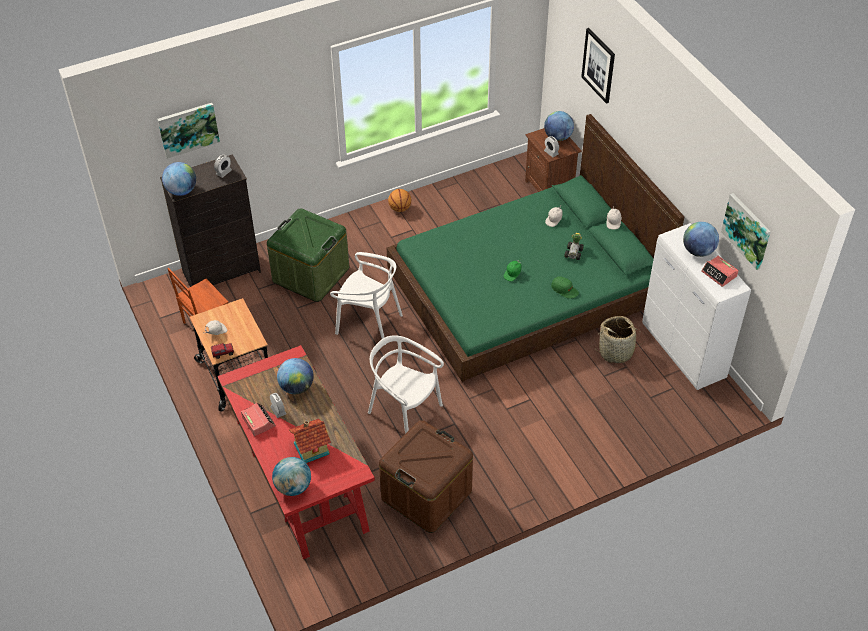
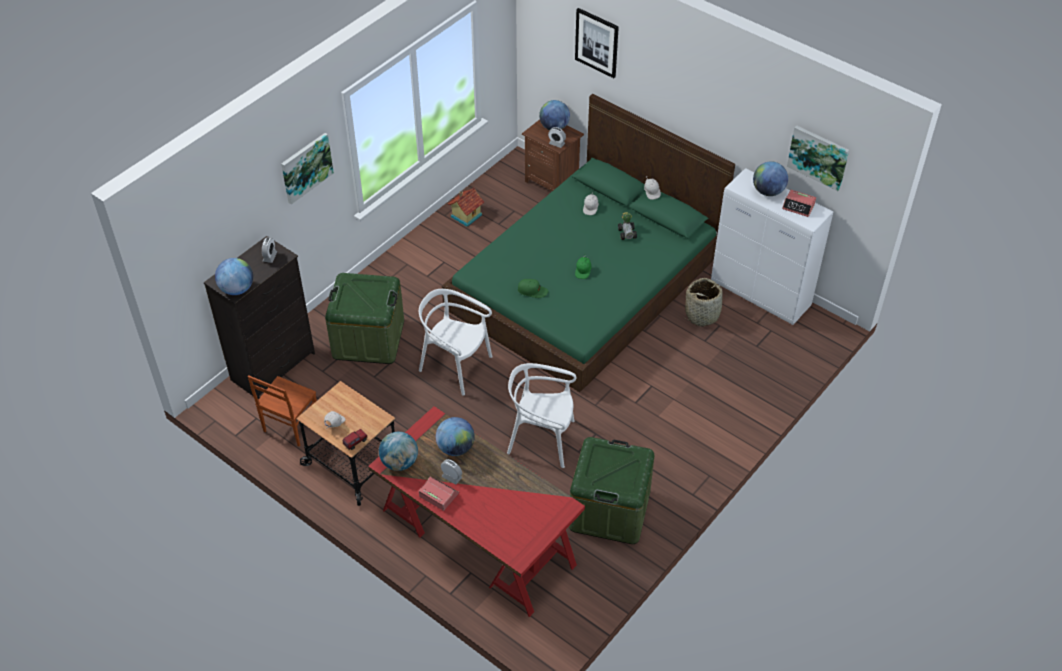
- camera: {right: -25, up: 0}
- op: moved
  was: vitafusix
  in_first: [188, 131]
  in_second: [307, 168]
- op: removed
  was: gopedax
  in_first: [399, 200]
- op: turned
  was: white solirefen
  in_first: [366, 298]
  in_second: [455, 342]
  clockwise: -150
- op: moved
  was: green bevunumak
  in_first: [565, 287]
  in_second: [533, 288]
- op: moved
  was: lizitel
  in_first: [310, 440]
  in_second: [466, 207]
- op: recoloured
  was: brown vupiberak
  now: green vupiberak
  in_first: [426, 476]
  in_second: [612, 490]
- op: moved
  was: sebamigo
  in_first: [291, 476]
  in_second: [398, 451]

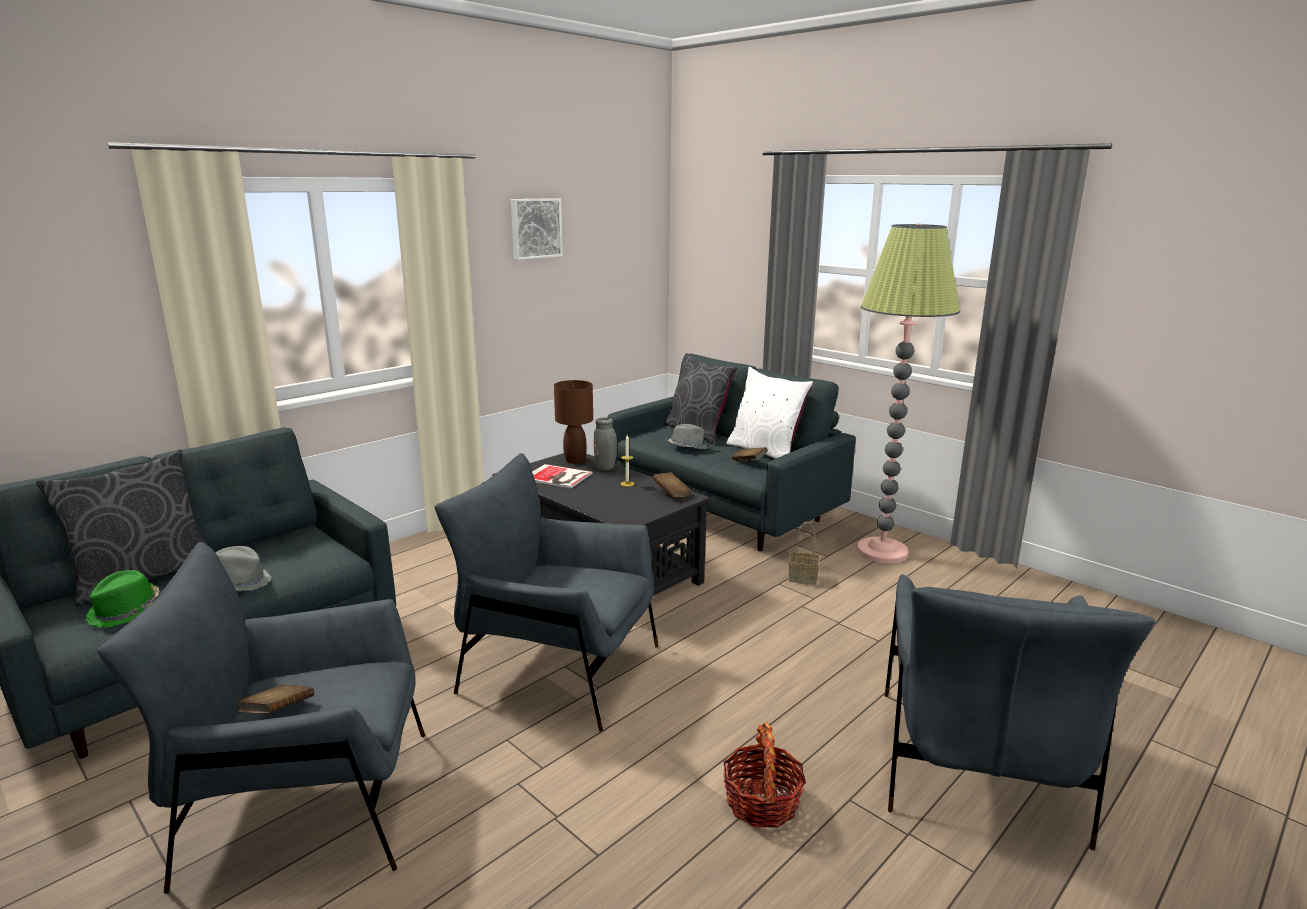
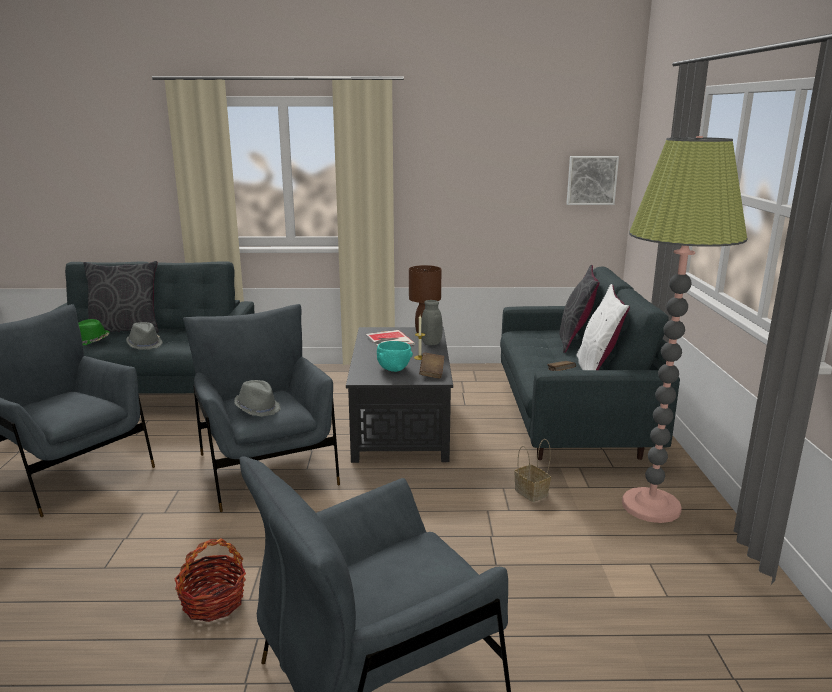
- camera: {right: 45, up: 0}
- op: moved
  was: vitafusix
  in_first: [537, 229]
  in_second: [593, 180]
- op: moved
  was: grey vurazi
  in_first: [688, 436]
  in_second: [257, 398]
- op: removed
  was: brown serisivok
  in_first: [275, 698]
- op: added
  now: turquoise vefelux
  in_second: [395, 356]

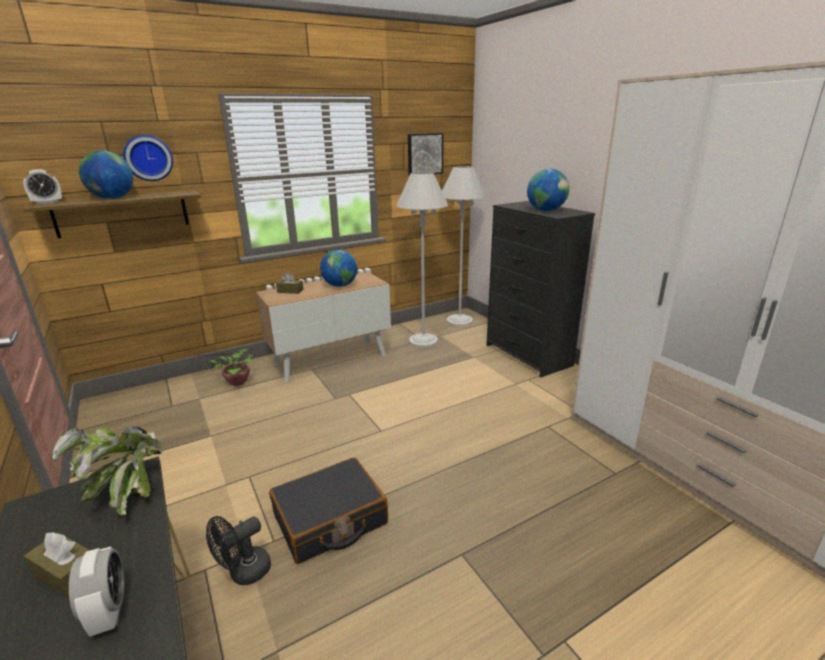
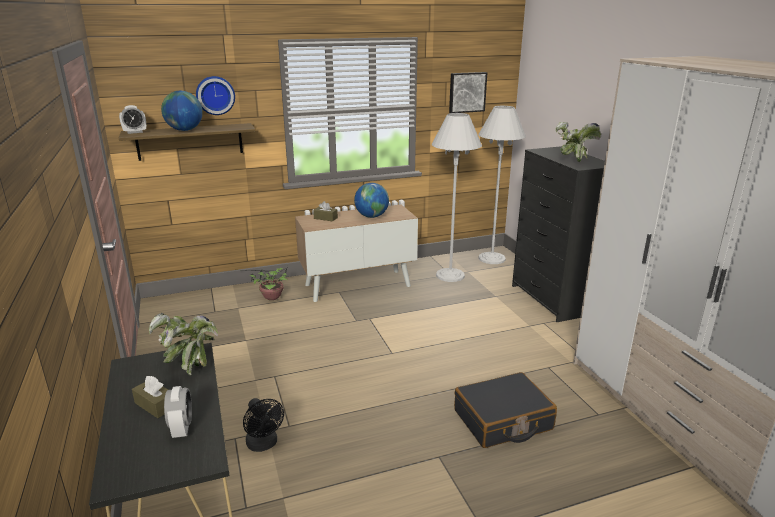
- camera: {right: 10, up: 0}
- op: replaced
  was: sebamigo
  now: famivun
  in_first: [548, 190]
  in_second: [578, 142]
- op: moved
  was: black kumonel
  in_first: [328, 510]
  in_second: [505, 410]
- op: turned
  was: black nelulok
  in_first: [238, 550]
  in_second: [263, 425]
  clockwise: -90

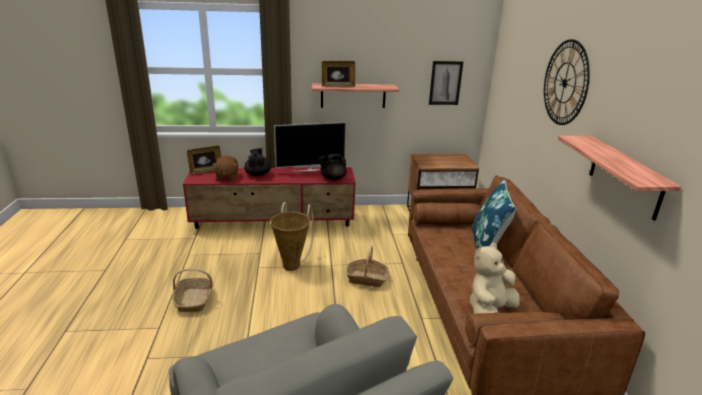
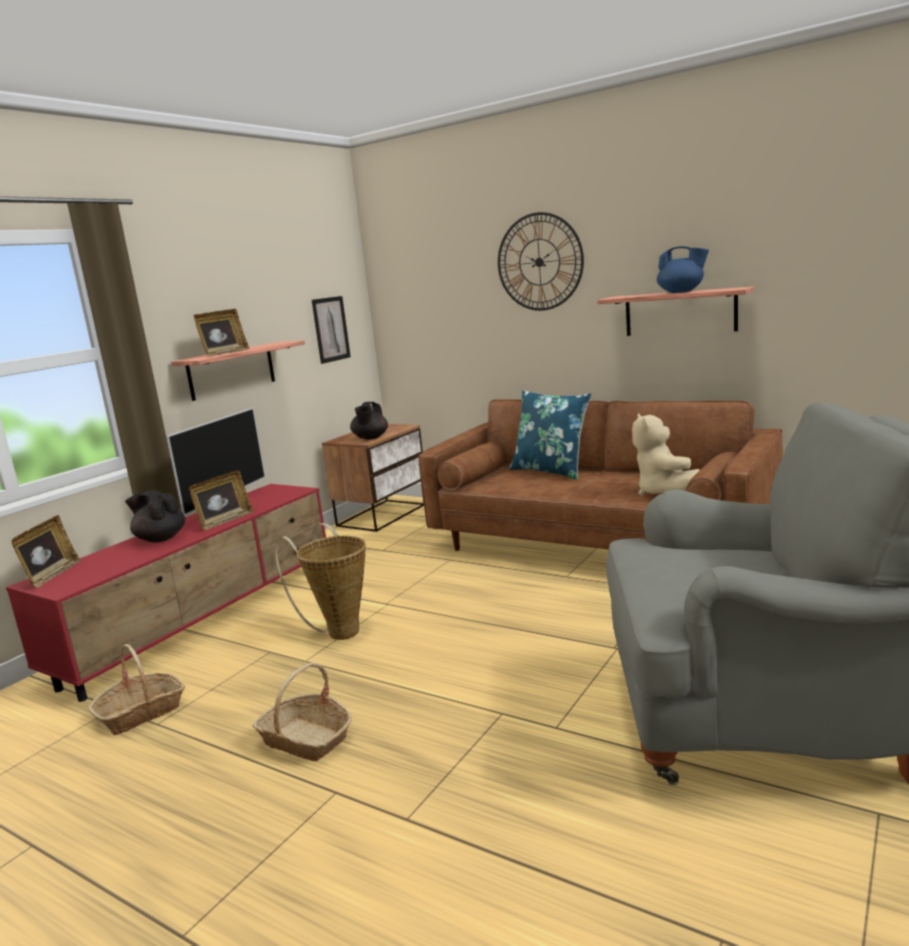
- camera: {right: -50, up: -10}
- op: moved
  was: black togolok
  in_first: [333, 166]
  in_second: [369, 421]
- op: removed
  was: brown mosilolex
  in_first: [225, 168]
- op: moved
  was: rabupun
  in_first: [367, 266]
  in_second: [137, 689]
- op: added
  now: blue togolok
  in_second: [683, 269]
- op: added
  now: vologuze
  in_second: [221, 500]

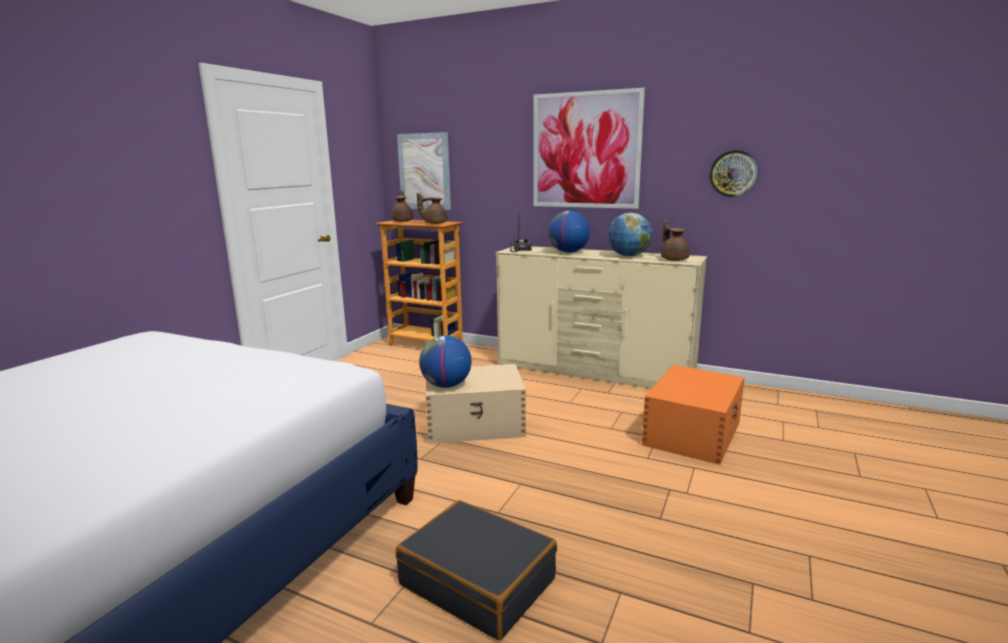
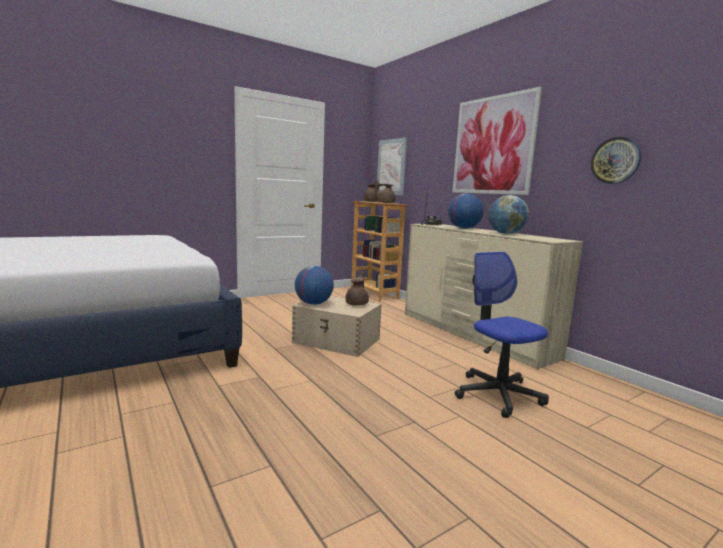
- camera: {right: 30, up: -5}
- op: moved
  was: brown togolok
  in_first: [675, 240]
  in_second: [357, 288]
- op: replaced
  was: orange vupiberak
  now: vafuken
  in_first: [693, 415]
  in_second: [502, 334]
- op: removed
  was: black kumonel
  in_first: [476, 570]

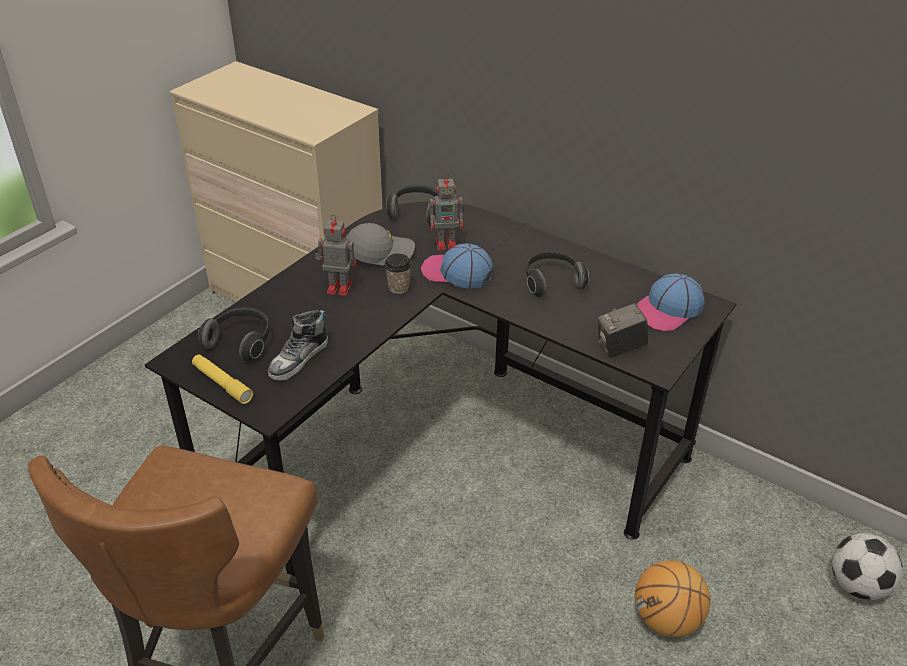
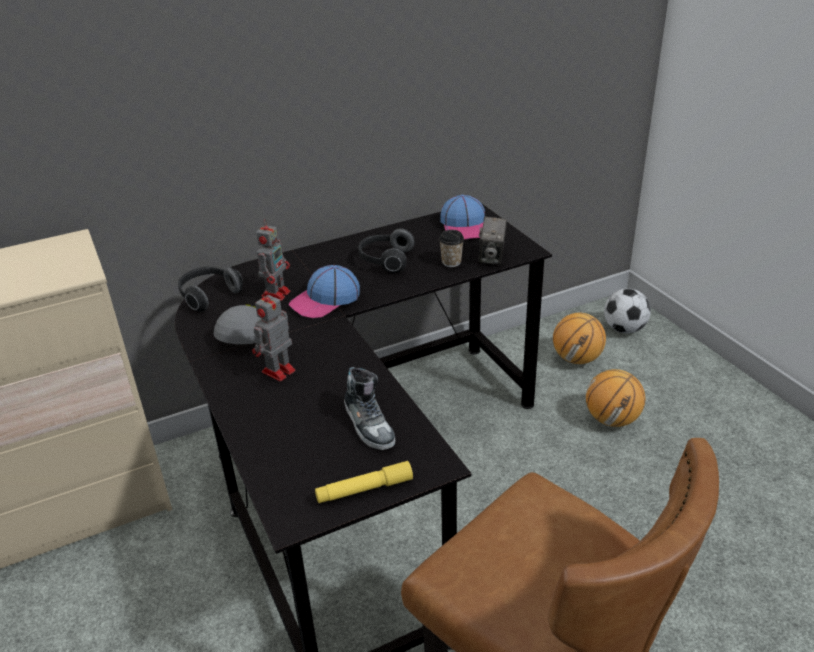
- camera: {right: -60, up: -5}
- op: moved
  was: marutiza
  in_first: [398, 273]
  in_second: [451, 248]
- op: removed
  was: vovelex
  in_first: [234, 334]
- op: added
  now: gopedax
  in_second: [579, 338]

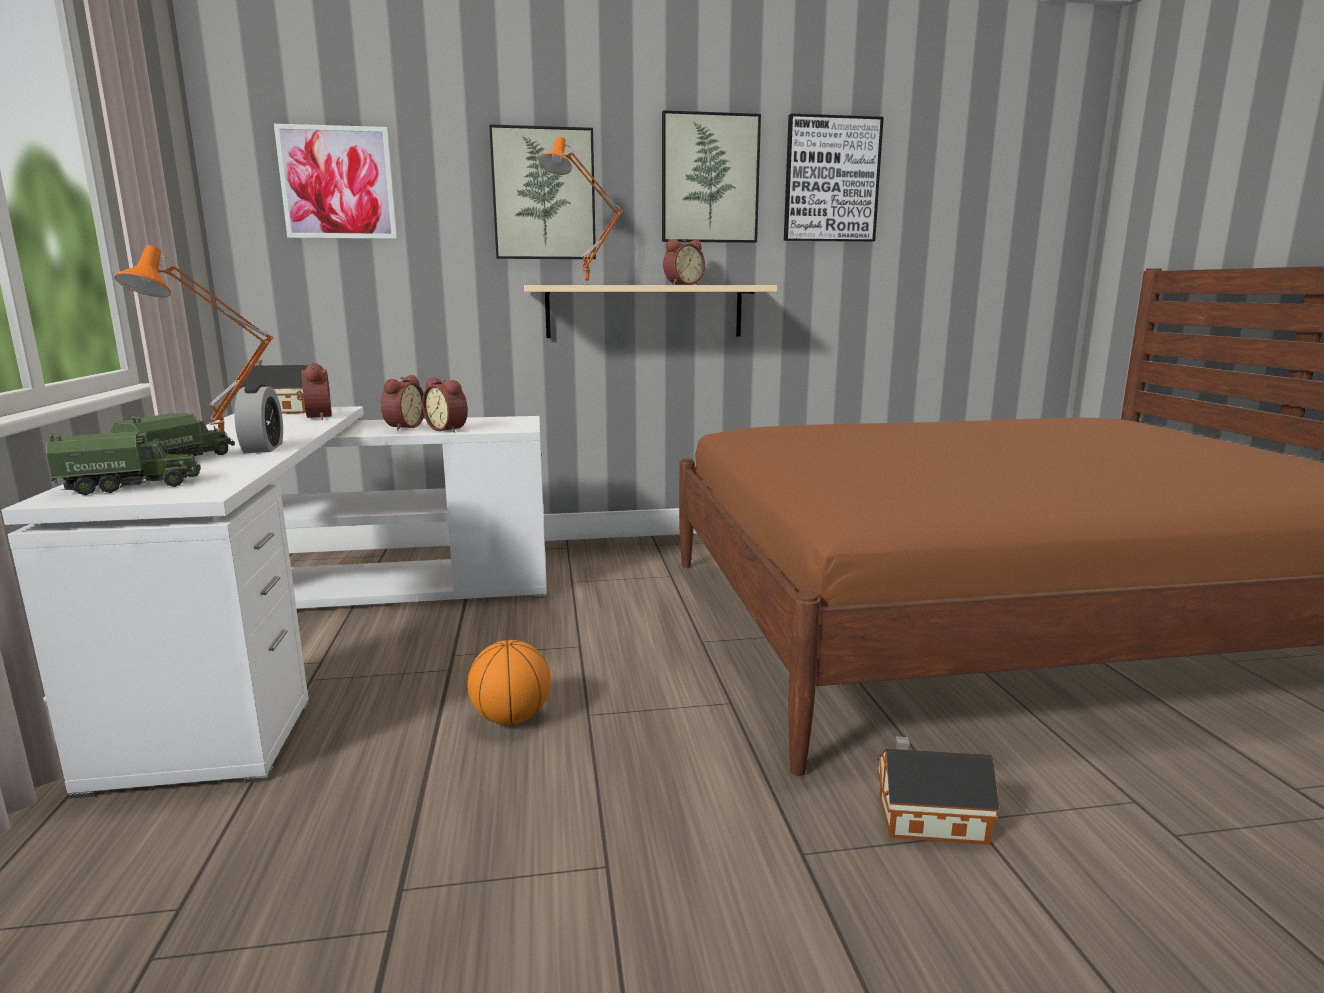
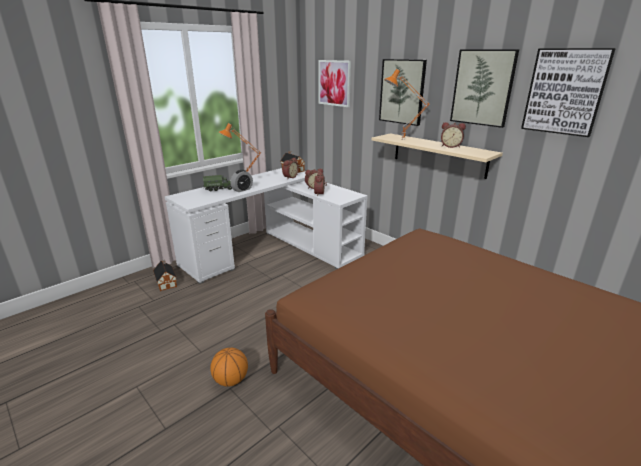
- camera: {right: 55, up: 10}
- op: removed
  was: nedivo
  in_first: [123, 463]
- op: moved
  was: gopedax
  in_first: [509, 682]
  in_second: [229, 367]
- op: moved
  was: lizitel
  in_first: [938, 791]
  in_second: [165, 275]

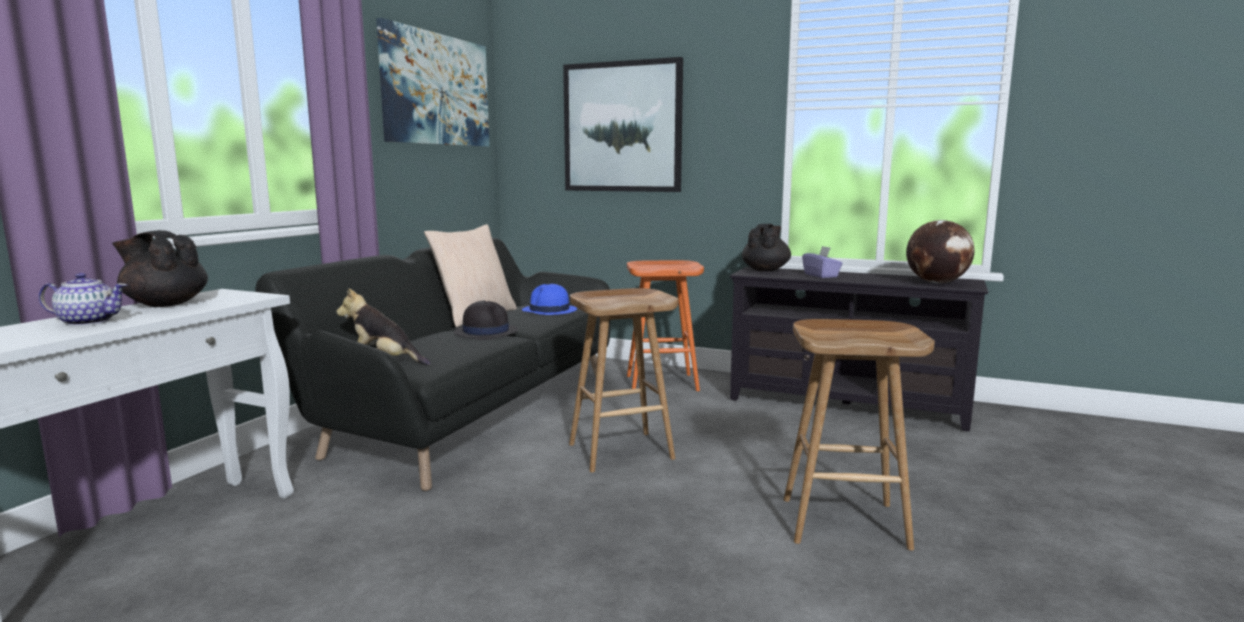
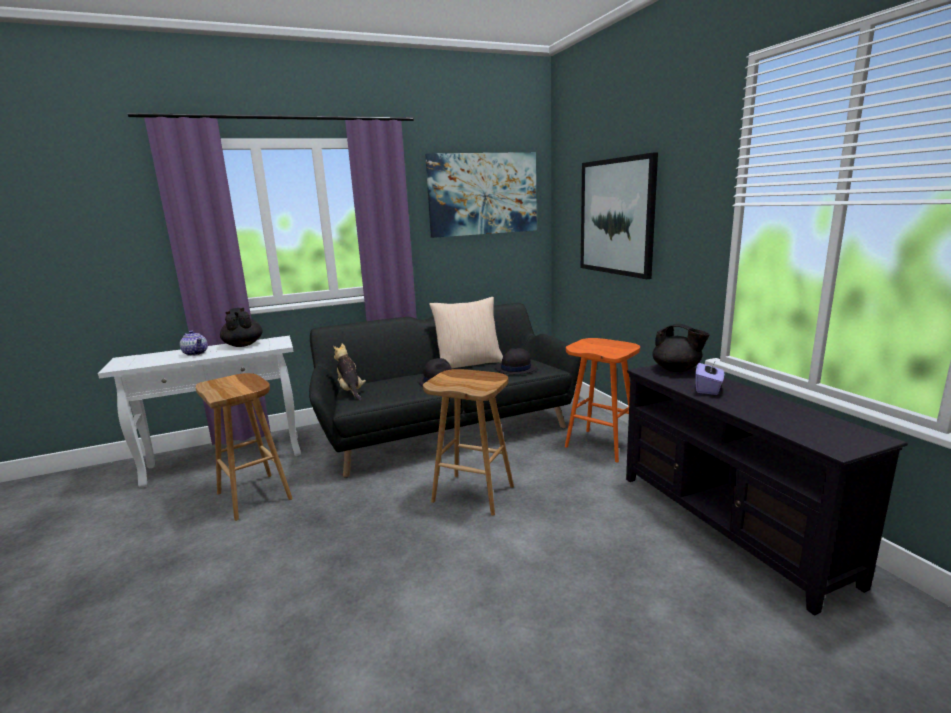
- camera: {right: 45, up: 5}
- op: removed
  was: sebamigo
  in_first: [940, 251]
- op: turned
  was: black togolok
  in_first: [766, 247]
  in_second: [681, 348]
  clockwise: 60
- op: recoloured
  was: blue vurazi
  now: black vurazi
  in_first: [549, 299]
  in_second: [516, 361]
- op: moved
  was: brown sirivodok
  in_first: [859, 435]
  in_second: [244, 447]

